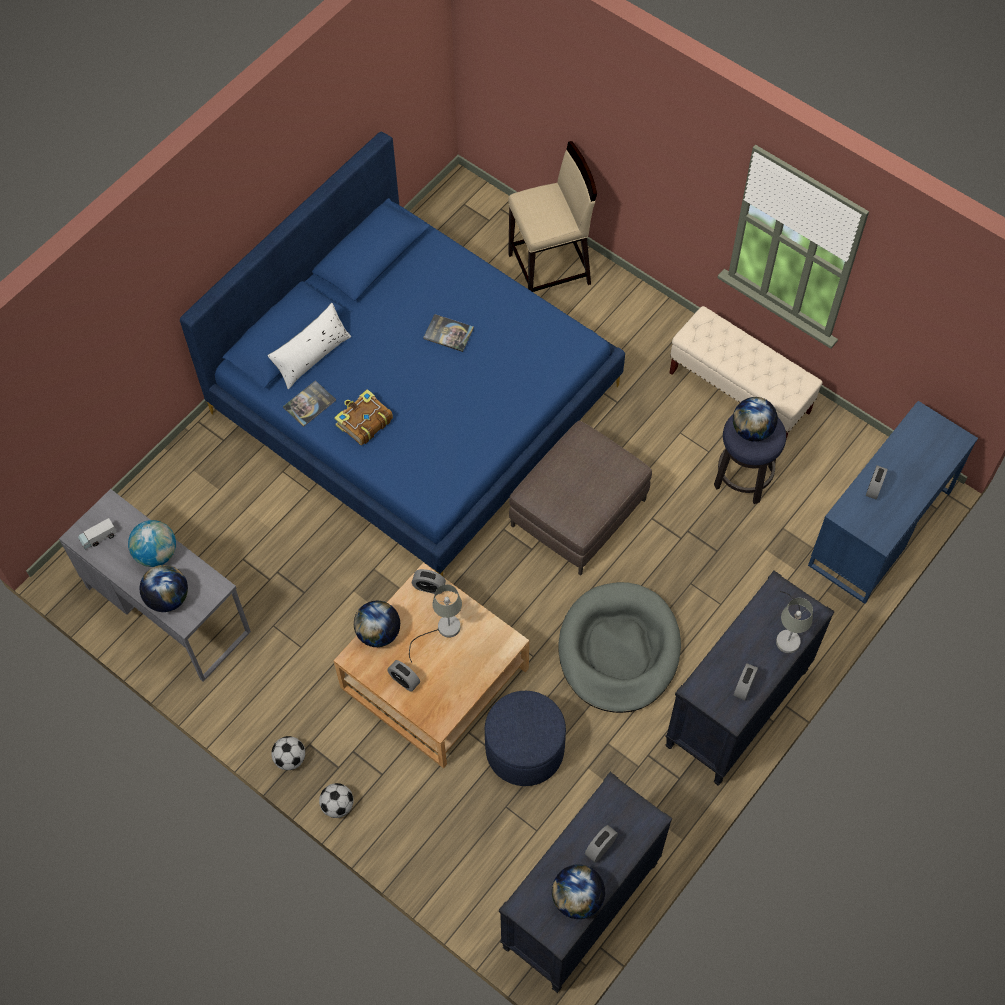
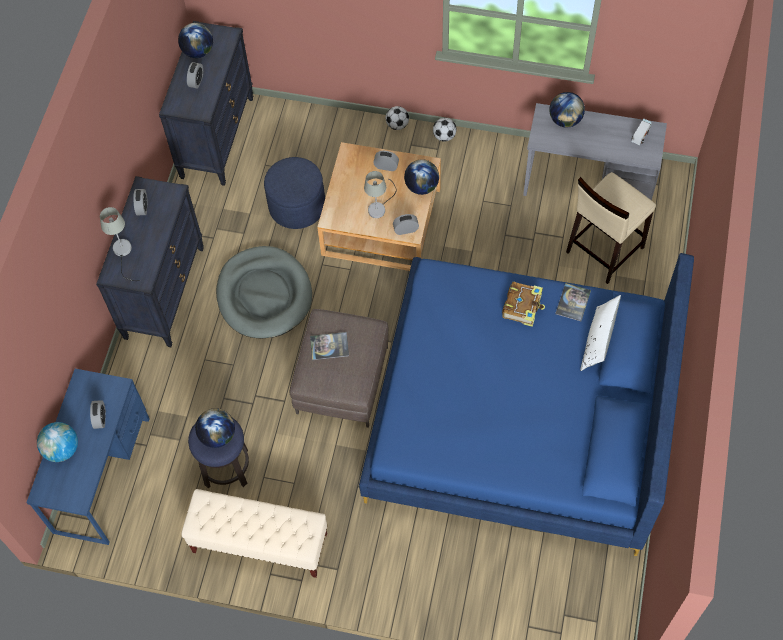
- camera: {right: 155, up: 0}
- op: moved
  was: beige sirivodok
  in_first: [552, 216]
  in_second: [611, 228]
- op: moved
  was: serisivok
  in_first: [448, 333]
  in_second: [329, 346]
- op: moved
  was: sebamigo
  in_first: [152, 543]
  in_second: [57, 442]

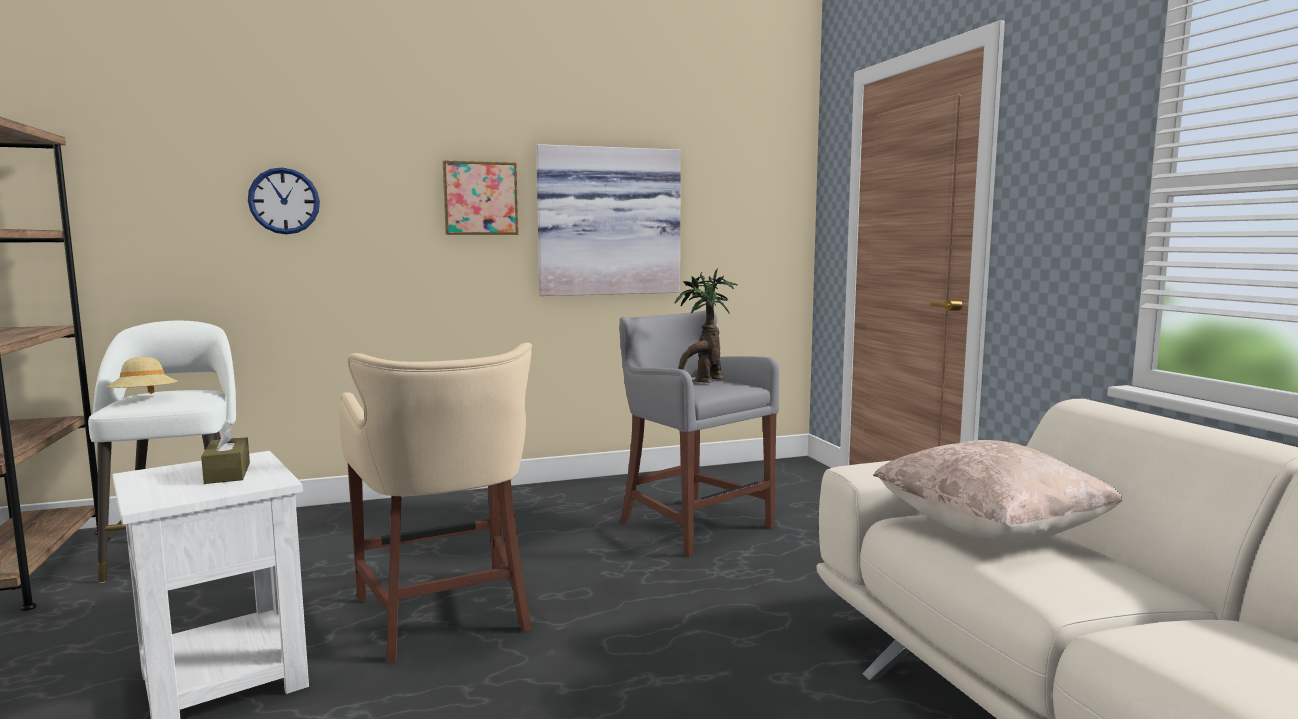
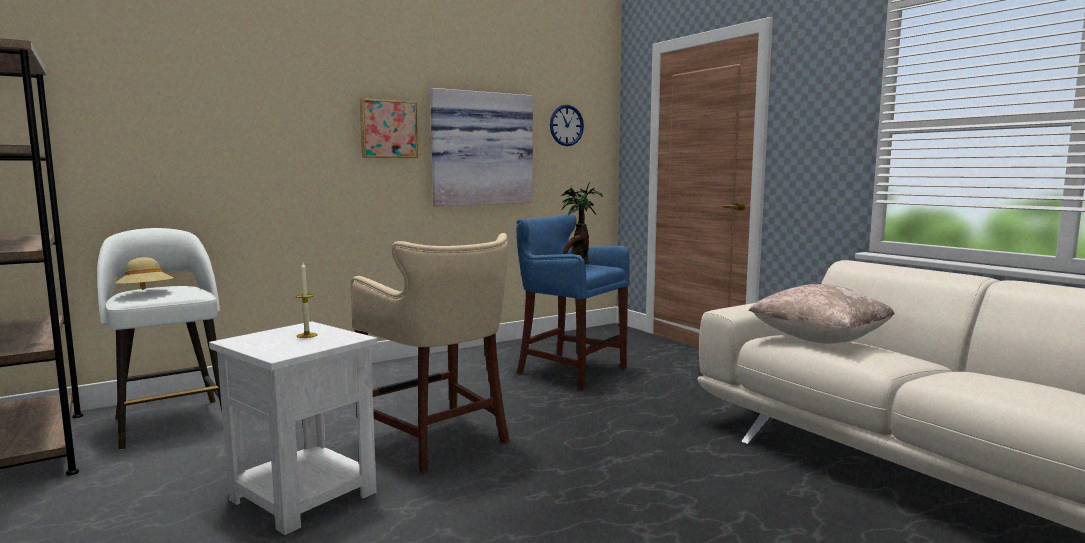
- camera: {right: -15, up: 0}
- op: moved
  was: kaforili
  in_first: [284, 200]
  in_second: [567, 125]
- op: recoloured
  was: grey sirivodok
  now: blue sirivodok
  in_first: [699, 433]
  in_second: [573, 302]
- op: replaced
  was: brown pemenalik
  now: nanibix
  in_first: [225, 452]
  in_second: [307, 300]

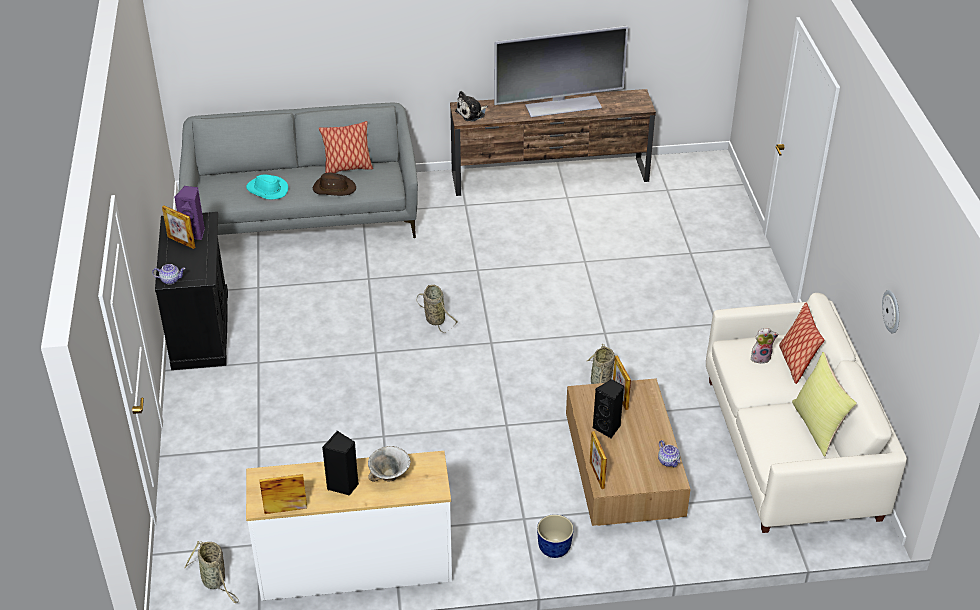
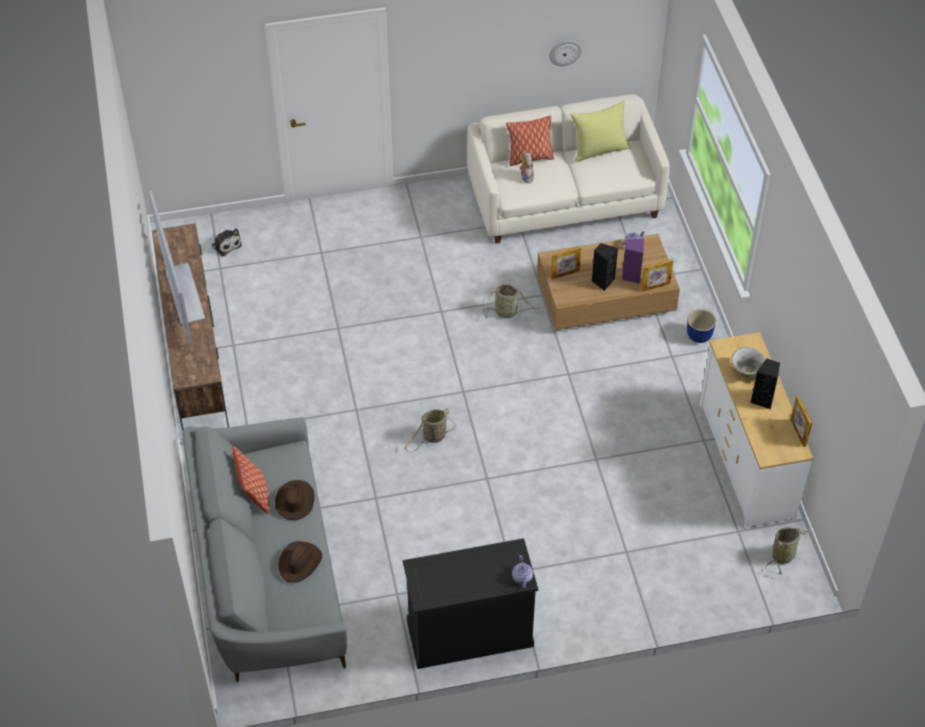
- camera: {right: -95, up: 10}
- op: moved
  was: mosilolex
  in_first: [471, 106]
  in_second: [227, 242]
- op: recoloured
  was: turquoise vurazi
  now: brown vurazi
  in_first: [267, 187]
  in_second: [300, 562]
- op: moved
  was: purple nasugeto
  in_first: [190, 213]
  in_second: [633, 261]
- op: removed
  was: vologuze
  in_first: [178, 227]

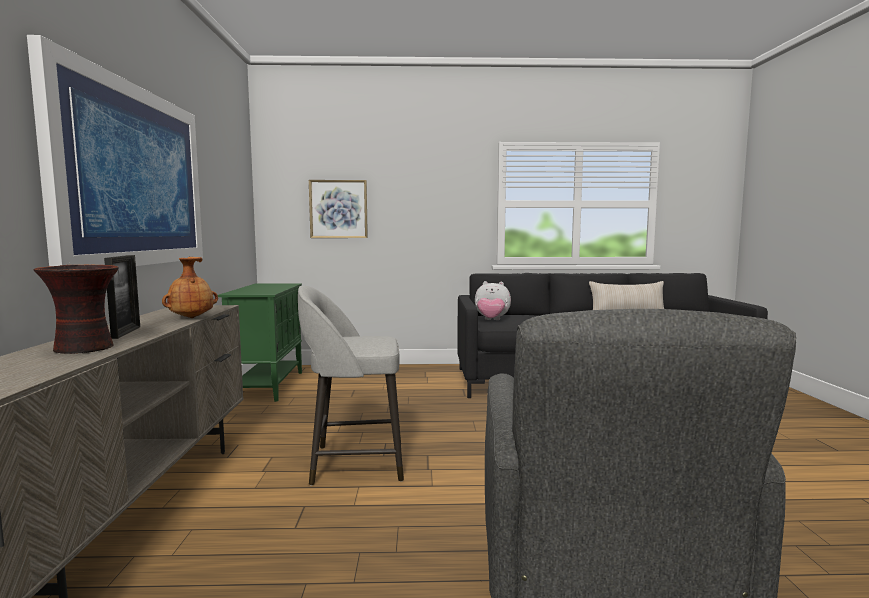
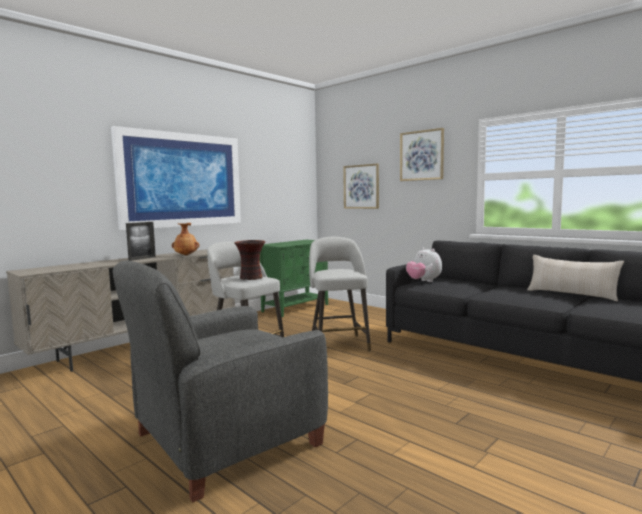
- camera: {right: 45, up: 0}
- op: moved
  was: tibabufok
  in_first: [76, 309]
  in_second: [249, 260]
- op: added
  now: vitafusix
  in_second: [422, 154]
- op: added
  now: grey sirivodok
  in_second: [340, 294]

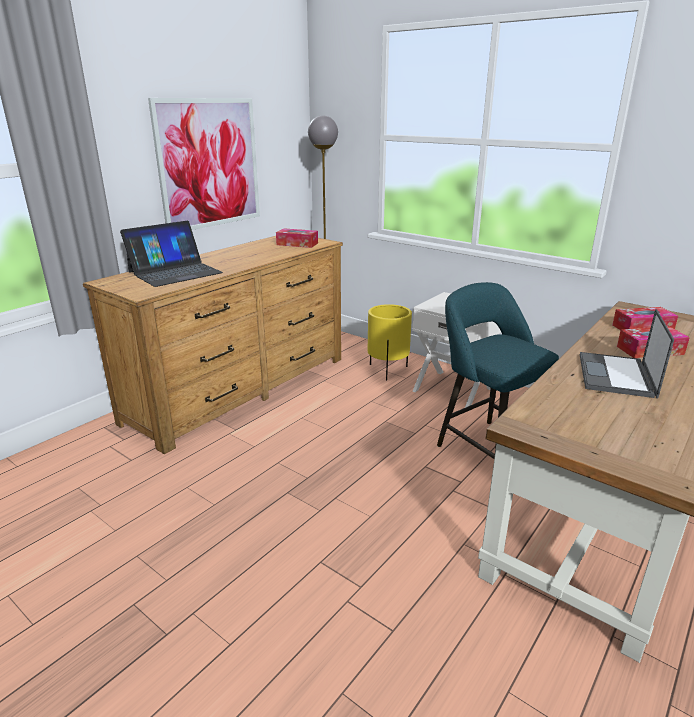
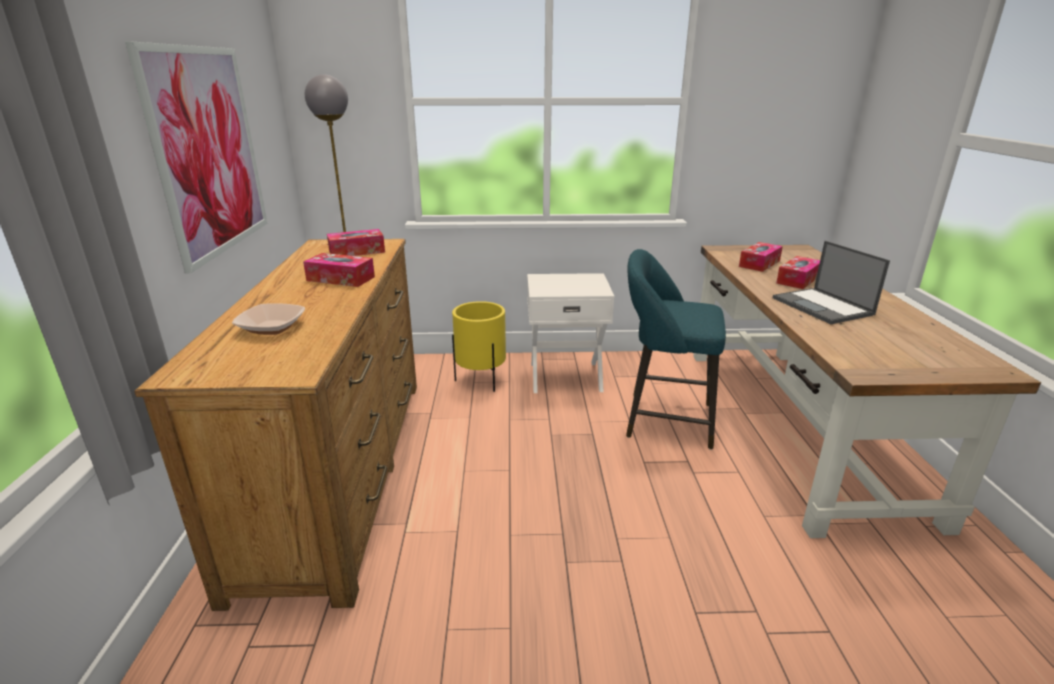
- camera: {right: -40, up: 0}
- op: replaced
  was: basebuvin
  now: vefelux
  in_first: [171, 253]
  in_second: [268, 319]
- op: added
  now: pemenalik
  in_second: [339, 270]

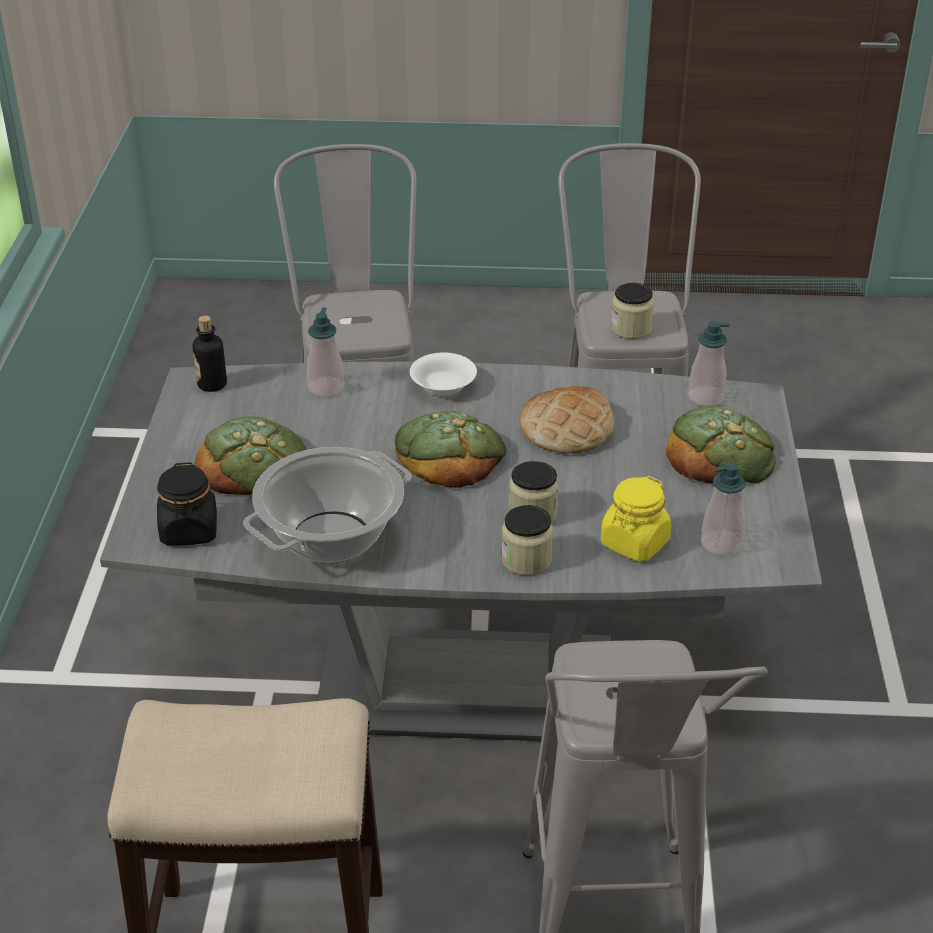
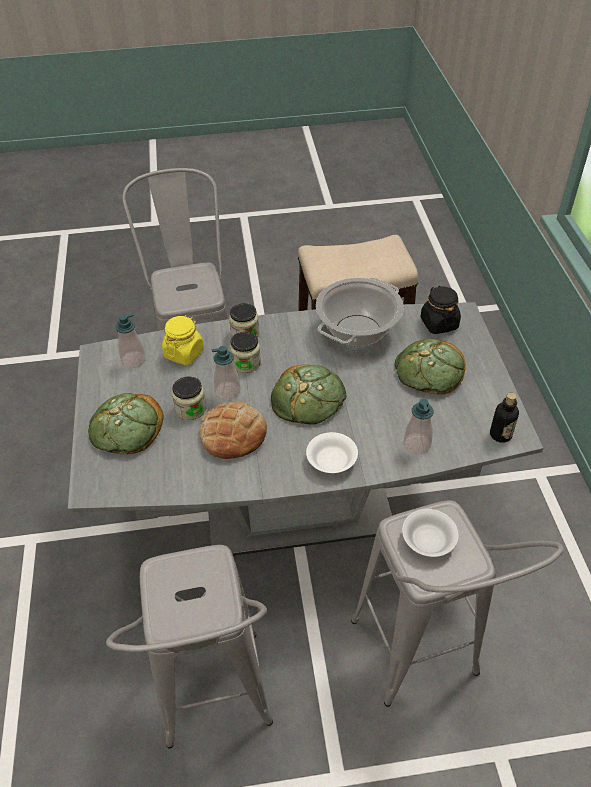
- camera: {right: 170, up: 10}
- op: moved
  was: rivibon
  in_first: [632, 311]
  in_second: [189, 398]
- op: moved
  was: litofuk
  in_first: [709, 363]
  in_second: [225, 373]
- op: added
  now: white vefelux
  in_second: [430, 533]

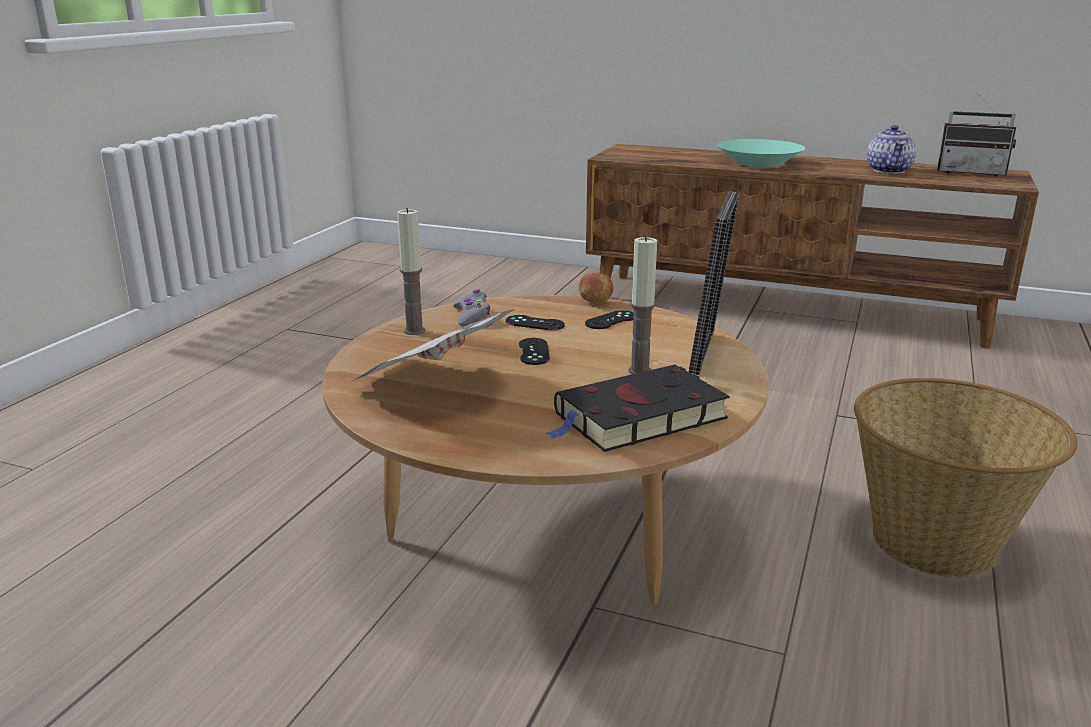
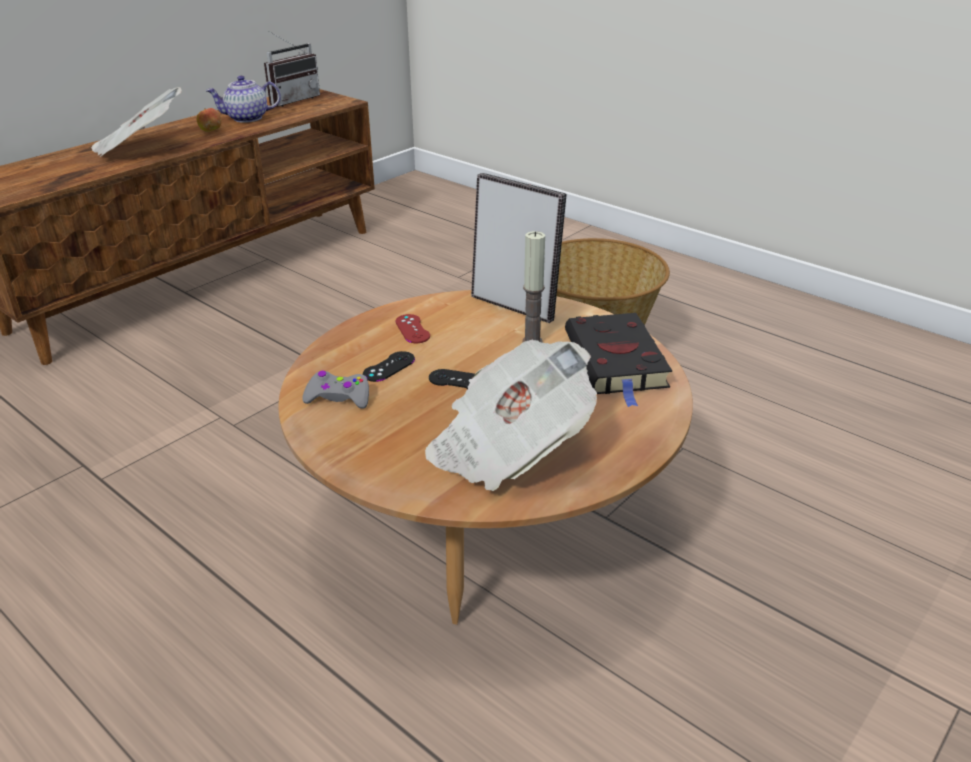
- camera: {right: -70, up: 10}
- op: turned
  was: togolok
  in_first: [891, 149]
  in_second: [243, 99]
  clockwise: 135
- op: replaced
  was: turquoise vefelux
  now: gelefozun
  in_first: [761, 153]
  in_second: [136, 122]
- op: removed
  was: nanibix
  in_first: [411, 271]
- op: moved
  was: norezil
  in_first: [596, 287]
  in_second: [209, 120]
- op: recoloured
  was: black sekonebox
  now: red sekonebox
  in_first: [609, 319]
  in_second: [412, 328]

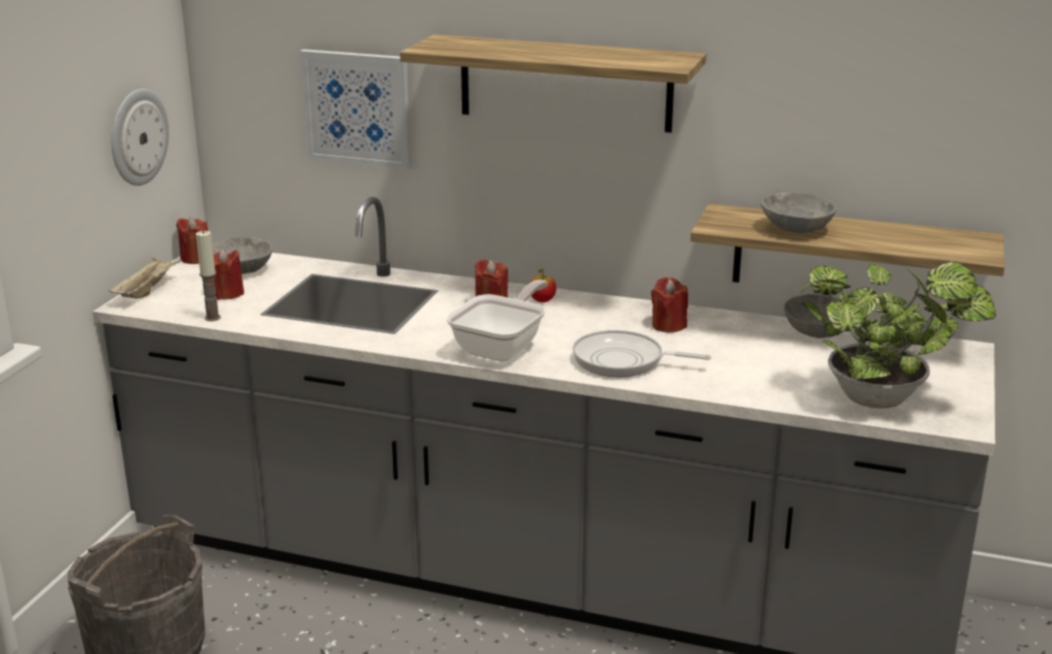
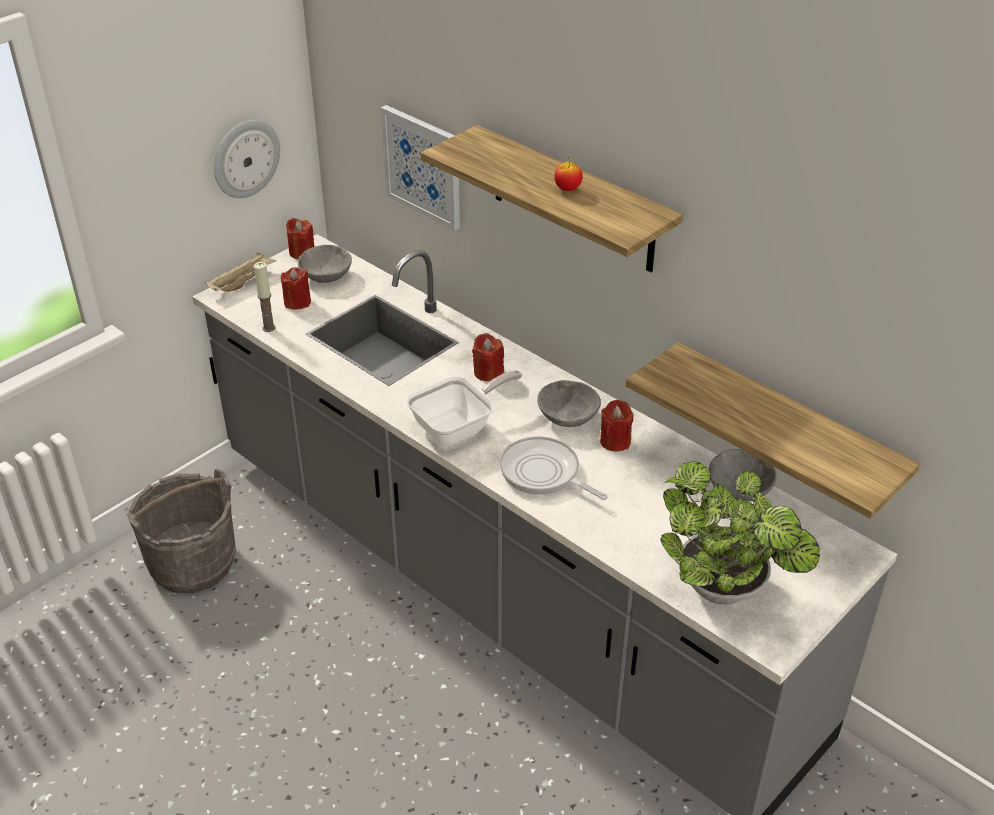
- camera: {right: 25, up: 15}
- op: moved
  was: grey vefelux
  in_first: [799, 212]
  in_second: [569, 403]
- op: moved
  was: norezil
  in_first: [543, 286]
  in_second: [568, 173]

